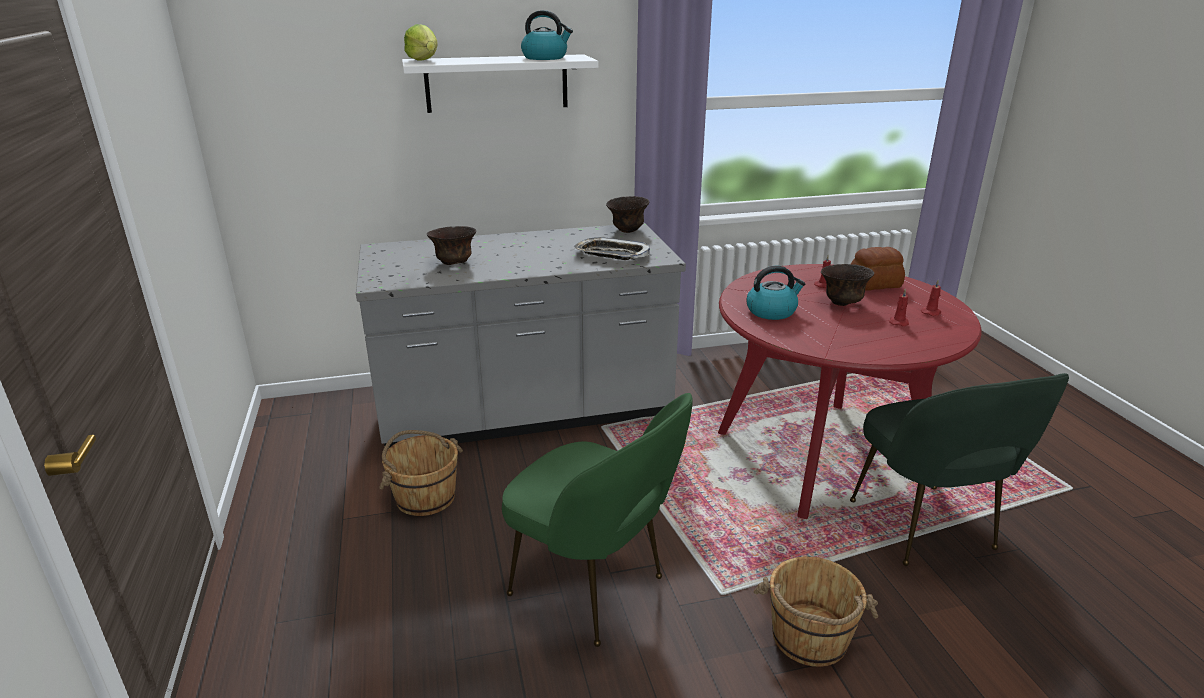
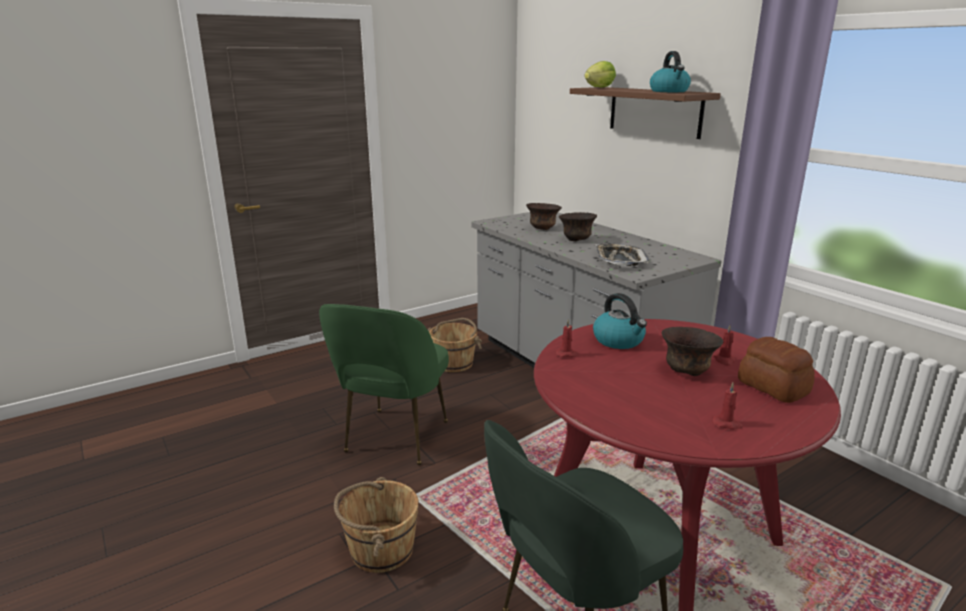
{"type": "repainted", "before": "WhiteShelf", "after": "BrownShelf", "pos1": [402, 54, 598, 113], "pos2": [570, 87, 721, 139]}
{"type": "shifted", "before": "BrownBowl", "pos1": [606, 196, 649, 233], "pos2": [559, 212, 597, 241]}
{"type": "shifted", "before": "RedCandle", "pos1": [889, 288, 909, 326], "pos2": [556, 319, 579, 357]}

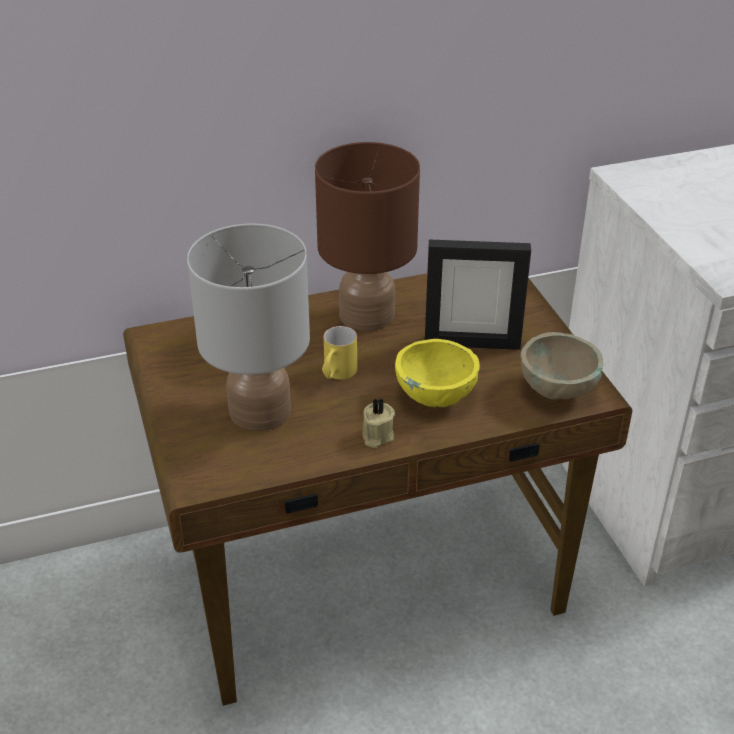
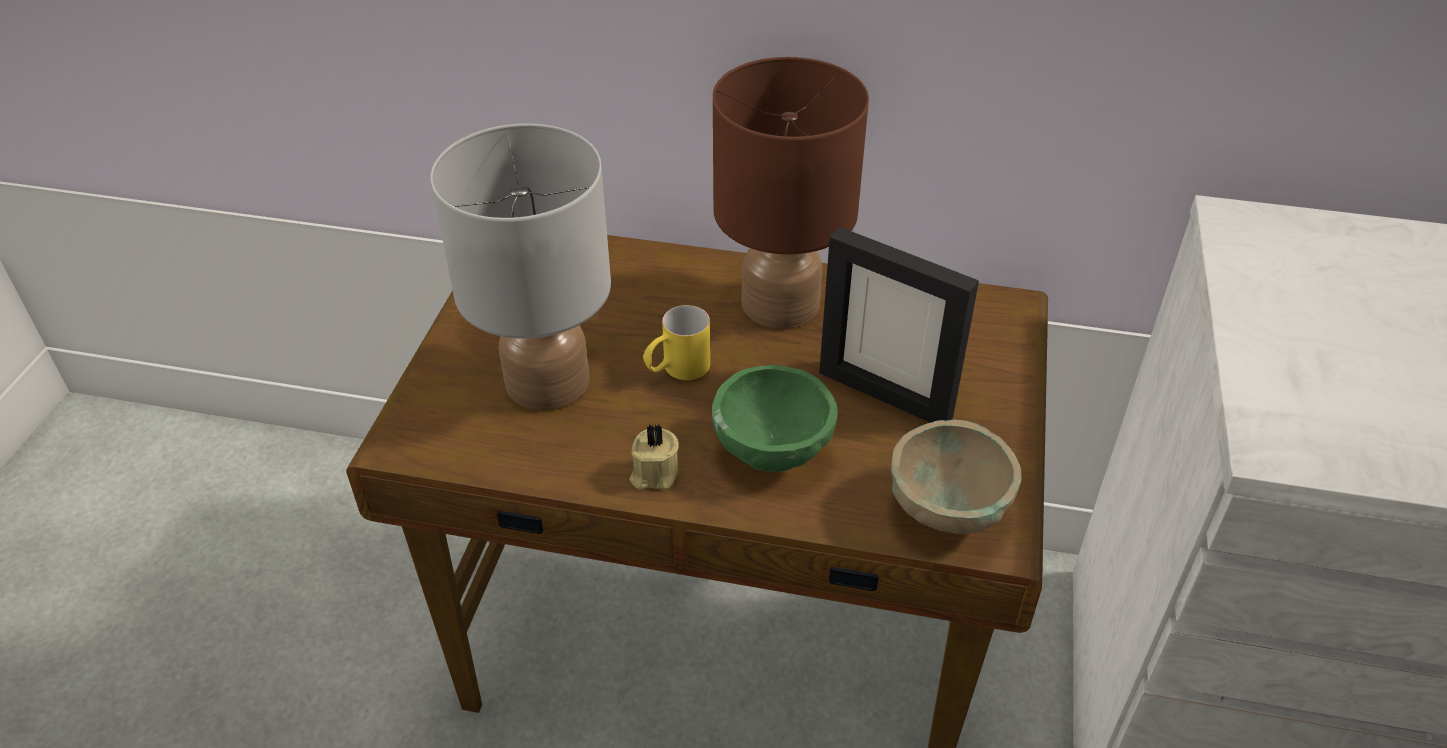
{"type": "repainted", "before": "YellowBowl", "after": "GreenBowl", "pos1": [395, 339, 480, 407], "pos2": [712, 365, 838, 472]}

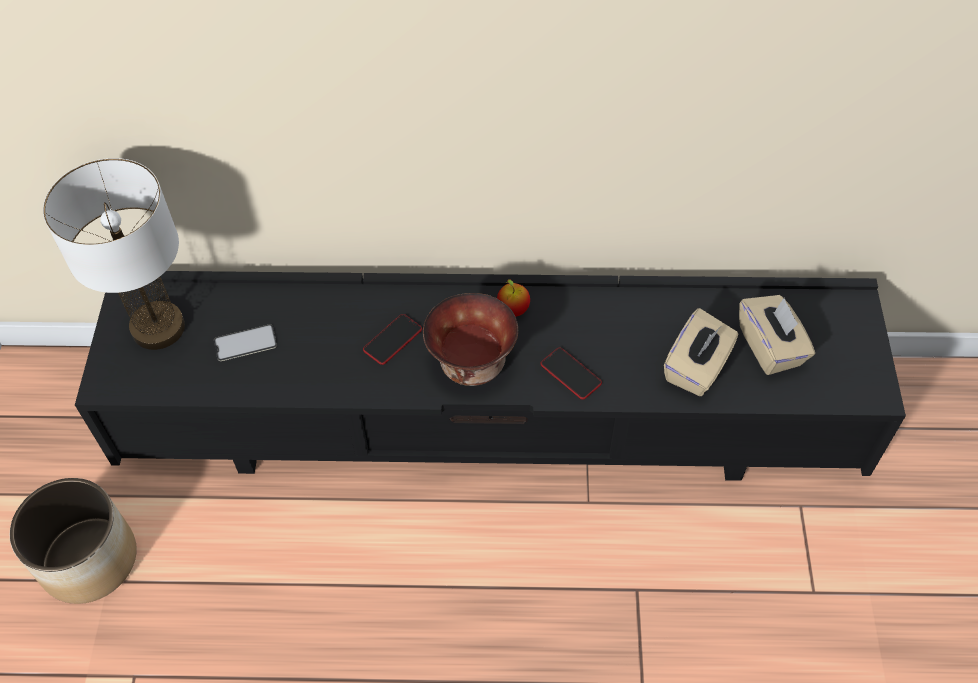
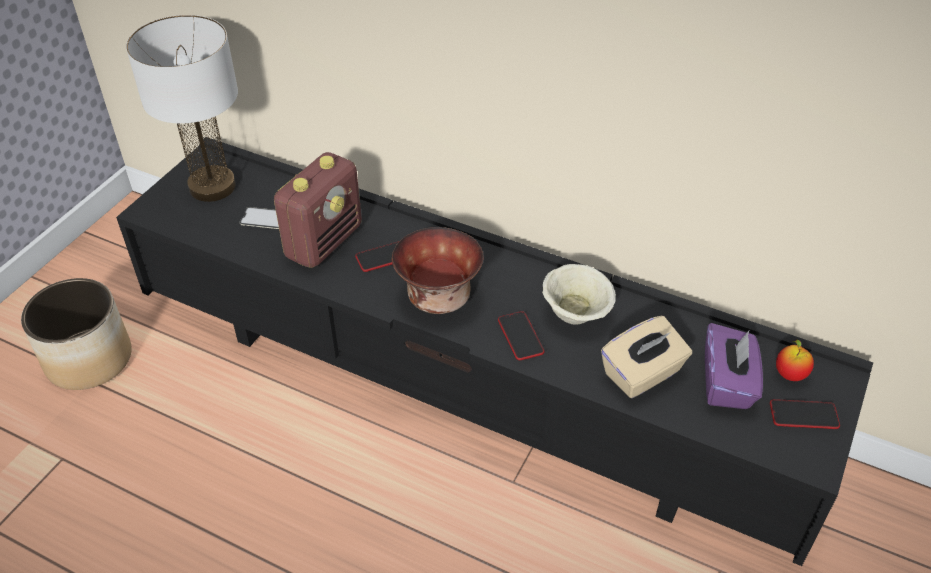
{"type": "shifted", "before": "Apple", "pos1": [497, 279, 530, 317], "pos2": [776, 339, 814, 381]}
{"type": "repainted", "before": "BeigeTissueBox", "after": "PurpleTissueBox", "pos1": [739, 295, 815, 375], "pos2": [705, 323, 763, 409]}
{"type": "new", "after": "Radio", "pos2": [274, 152, 362, 268]}
{"type": "new", "after": "BeigeBowl", "pos2": [542, 264, 616, 325]}
{"type": "new", "after": "Phone", "pos2": [770, 399, 840, 429]}

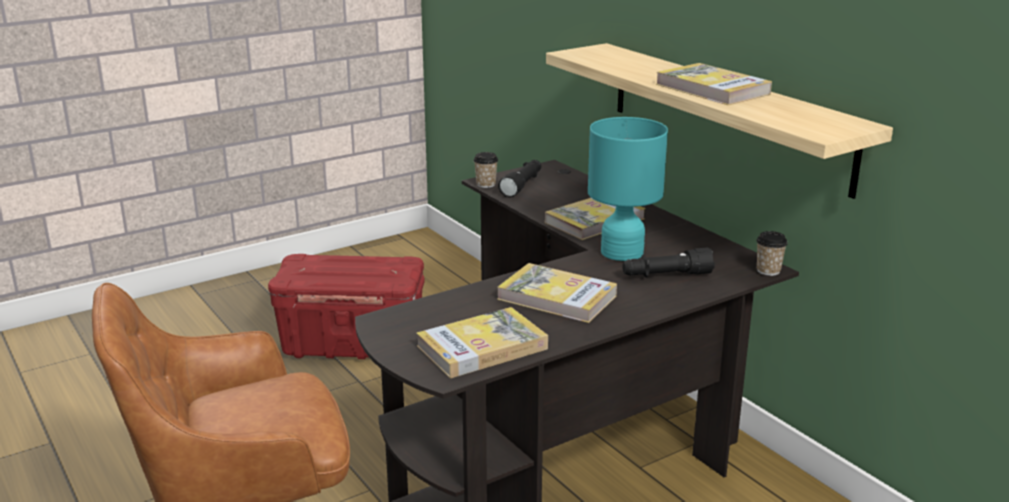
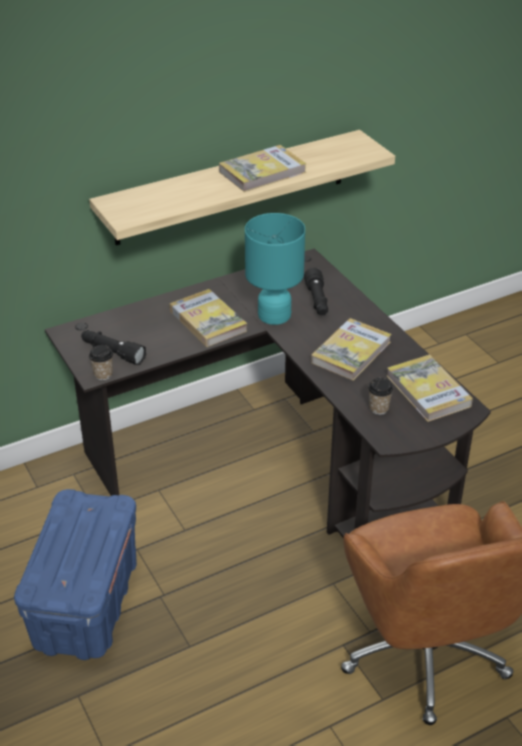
{"type": "repainted", "before": "RedStorageBox", "after": "BlueStorageBox", "pos1": [268, 254, 425, 359], "pos2": [14, 489, 137, 660]}
{"type": "shifted", "before": "Cup", "pos1": [756, 231, 788, 276], "pos2": [368, 378, 393, 415]}

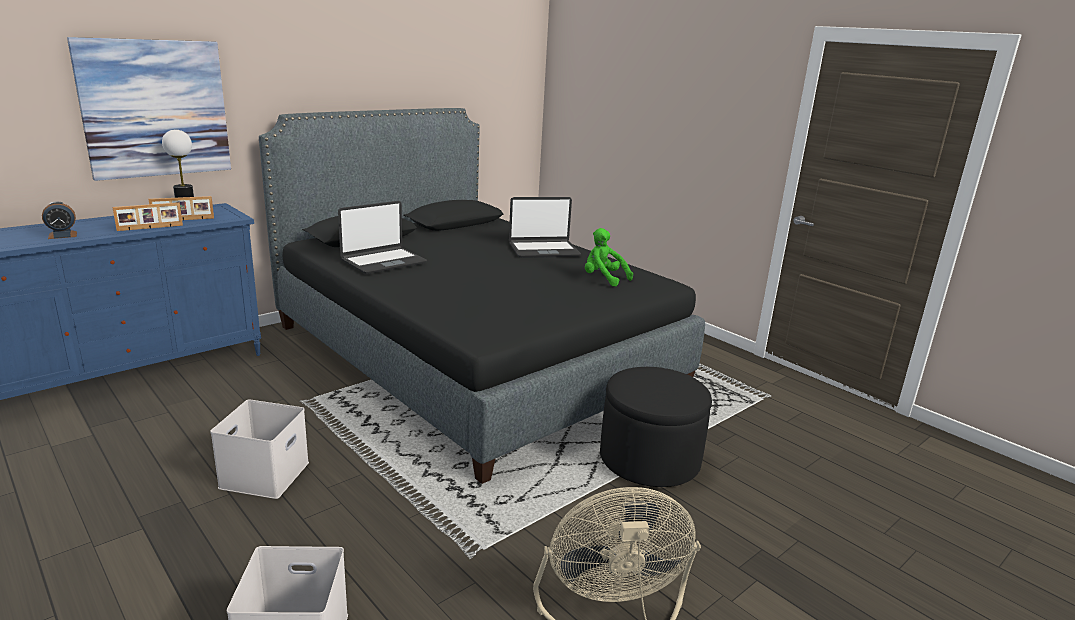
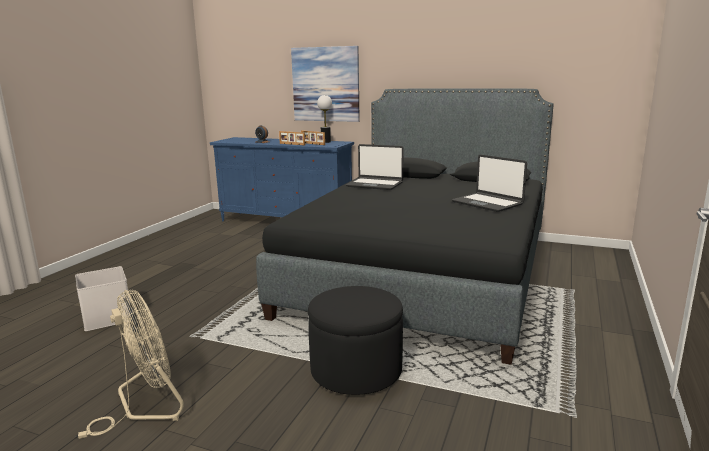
{"type": "gone", "before": "WhiteStorageBox", "pos1": [210, 399, 309, 499]}
{"type": "gone", "before": "GreenPlushToy", "pos1": [585, 228, 633, 287]}

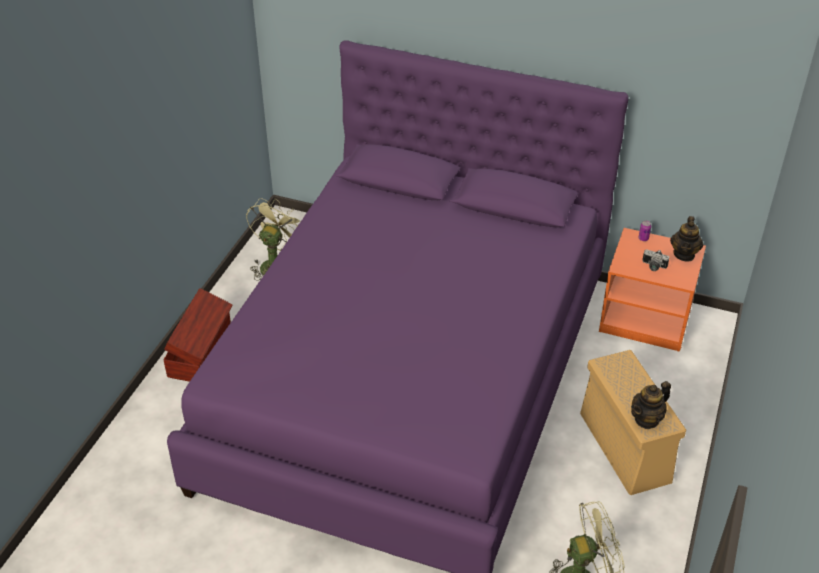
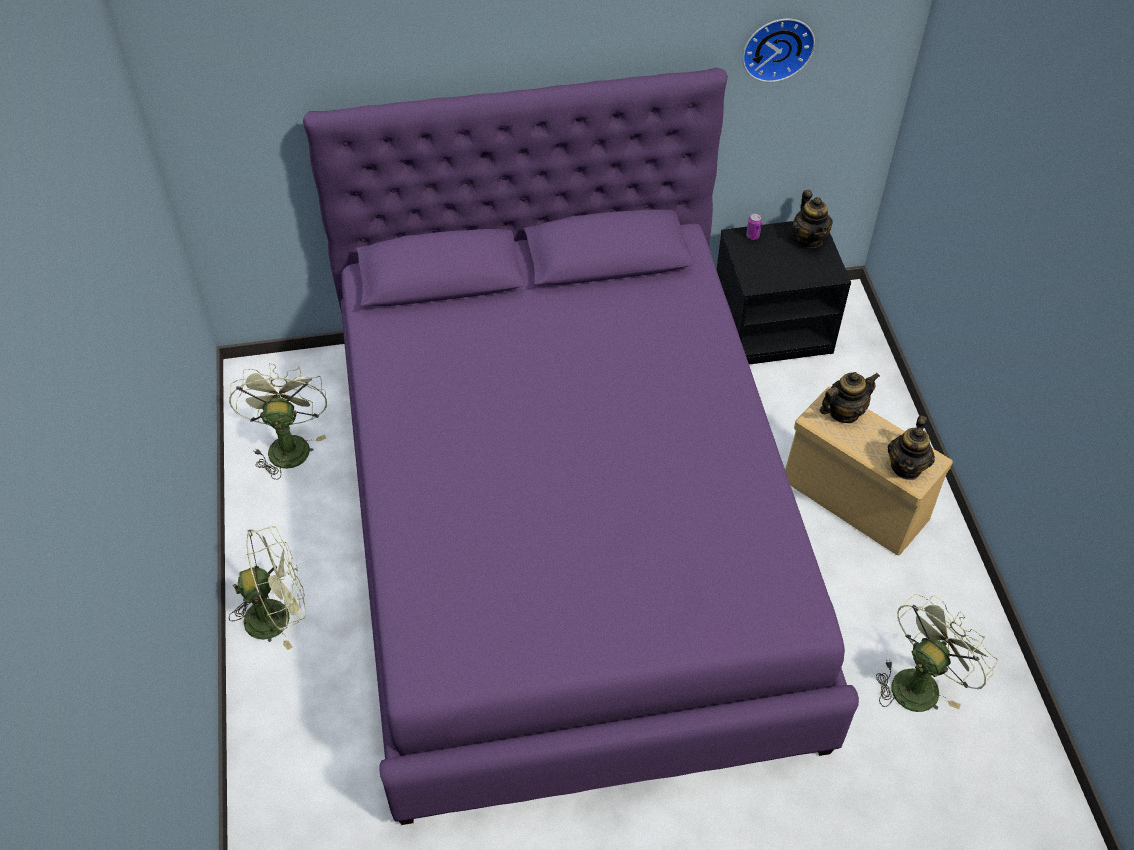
{"type": "swapped", "before": "BrownStorageBox", "after": "GreenFan", "pos1": [164, 288, 232, 382], "pos2": [229, 526, 306, 650]}
{"type": "repainted", "before": "OrangeNightstand", "after": "BlackNightstand", "pos1": [599, 228, 706, 352], "pos2": [716, 221, 851, 365]}
{"type": "gone", "before": "PhotoCamera", "pos1": [642, 249, 669, 271]}
{"type": "new", "after": "WallClock", "pos2": [742, 19, 815, 82]}
{"type": "new", "after": "Teapot", "pos2": [819, 372, 880, 423]}

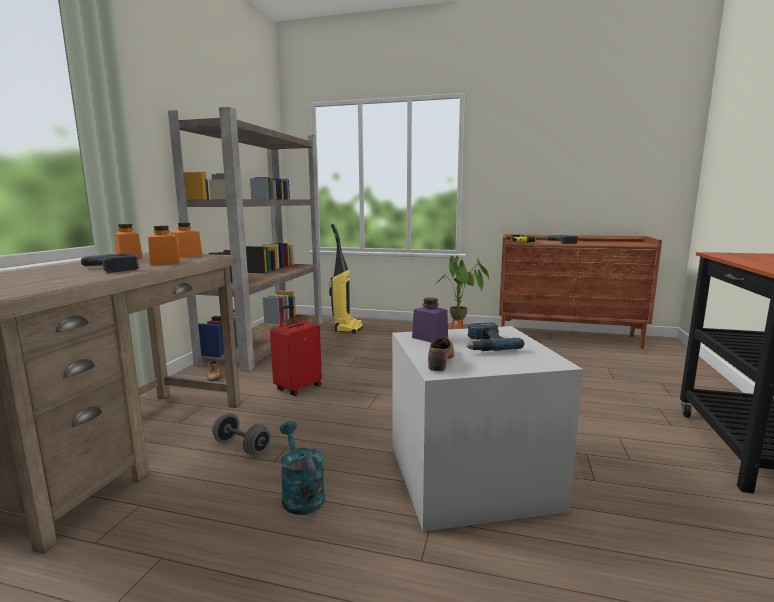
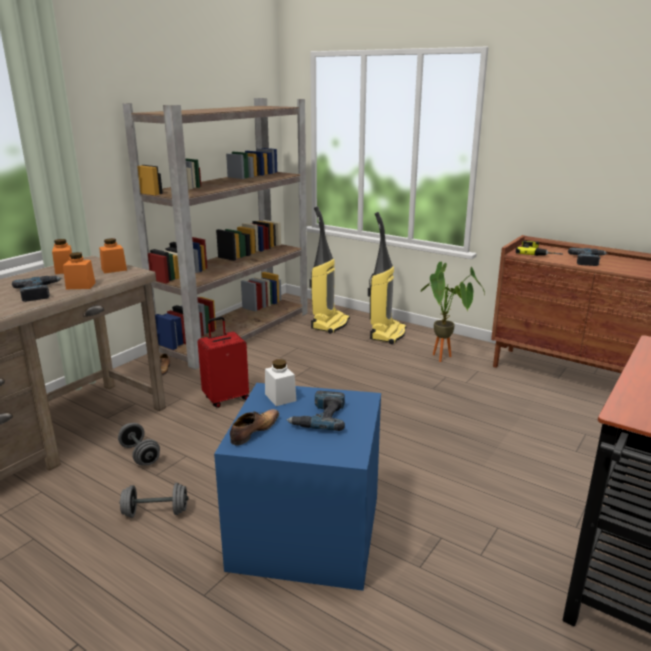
{"type": "swapped", "before": "TurquoiseWateringCan", "after": "GreyDumbbell", "pos1": [280, 421, 325, 515], "pos2": [120, 483, 189, 518]}
{"type": "repainted", "before": "GreyStorageBox", "after": "BlueStorageBox", "pos1": [392, 326, 583, 532], "pos2": [214, 383, 381, 591]}
{"type": "repainted", "before": "PurpleJar", "after": "WhiteJar", "pos1": [412, 298, 448, 343], "pos2": [265, 359, 296, 406]}
{"type": "new", "after": "VacuumCleaner", "pos2": [368, 212, 406, 344]}

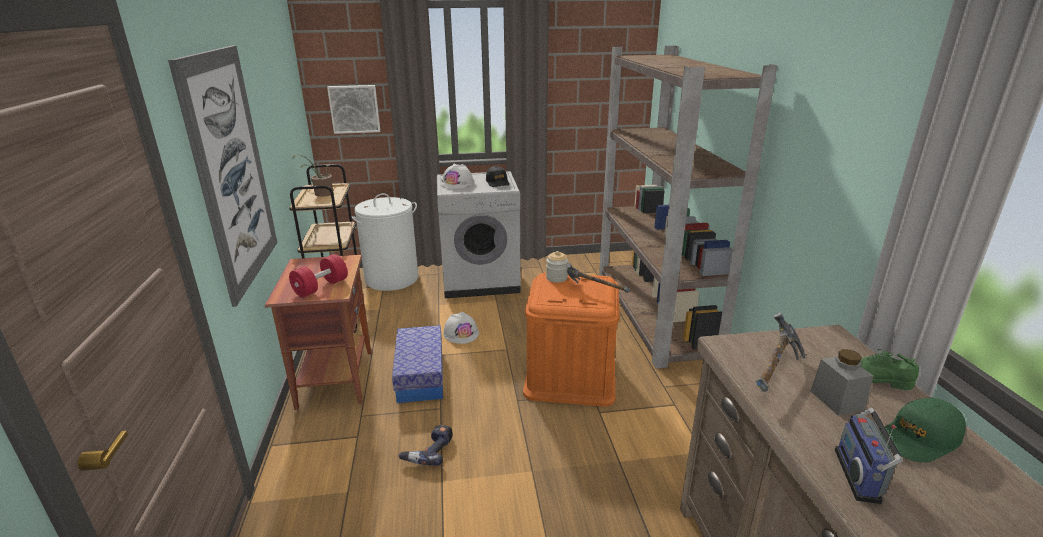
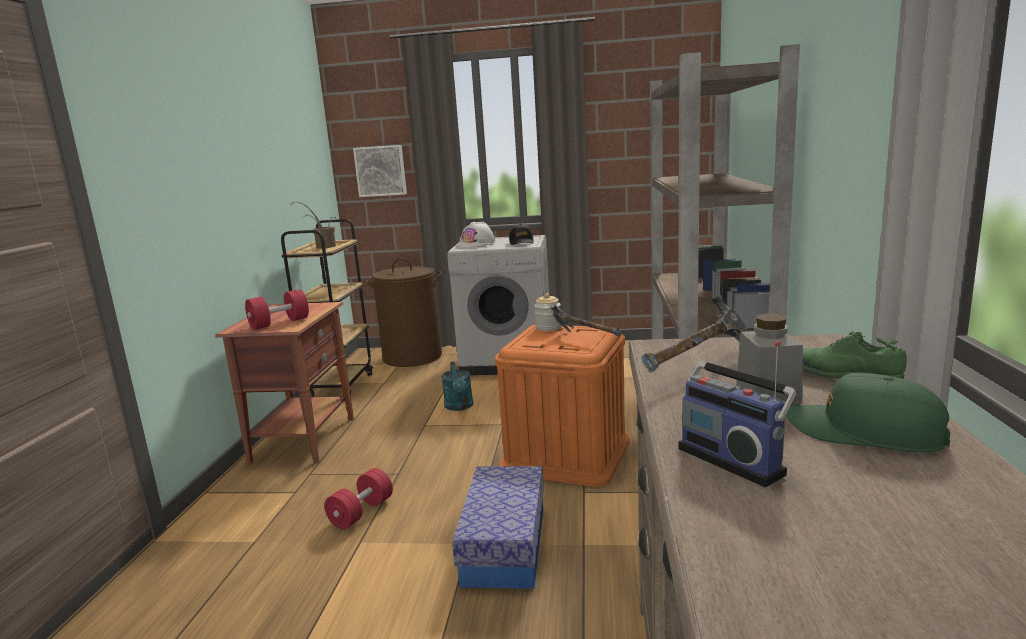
{"type": "gone", "before": "Picture", "pos1": [168, 45, 278, 307]}
{"type": "repainted", "before": "WhiteLaundryBasket", "after": "BrownLaundryBasket", "pos1": [351, 193, 418, 291], "pos2": [365, 258, 442, 367]}
{"type": "shifted", "before": "StorageBox", "pos1": [392, 325, 443, 403], "pos2": [452, 466, 544, 589]}
{"type": "swapped", "before": "PowerDrill", "after": "RedDumbbell", "pos1": [398, 425, 453, 466], "pos2": [324, 468, 393, 529]}
{"type": "swapped", "before": "WhiteHardHat", "after": "TurquoiseWateringCan", "pos1": [443, 312, 479, 344], "pos2": [441, 362, 473, 411]}
{"type": "rotated", "before": "Radio", "pos1": [835, 408, 903, 504], "pos2": [678, 341, 797, 487], "turn": -60}
{"type": "rotated", "before": "GreenCap", "pos1": [880, 398, 966, 463], "pos2": [786, 373, 950, 453], "turn": 45}

